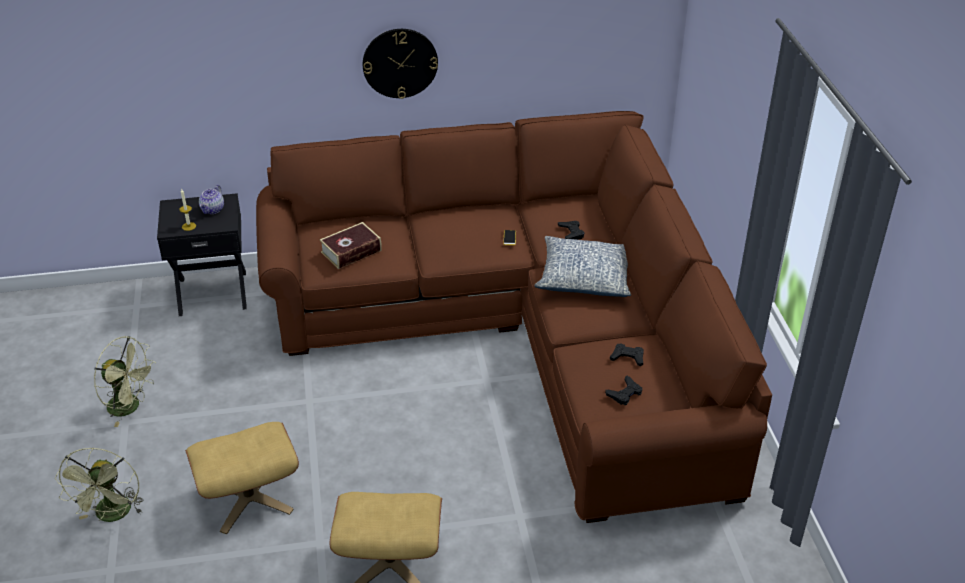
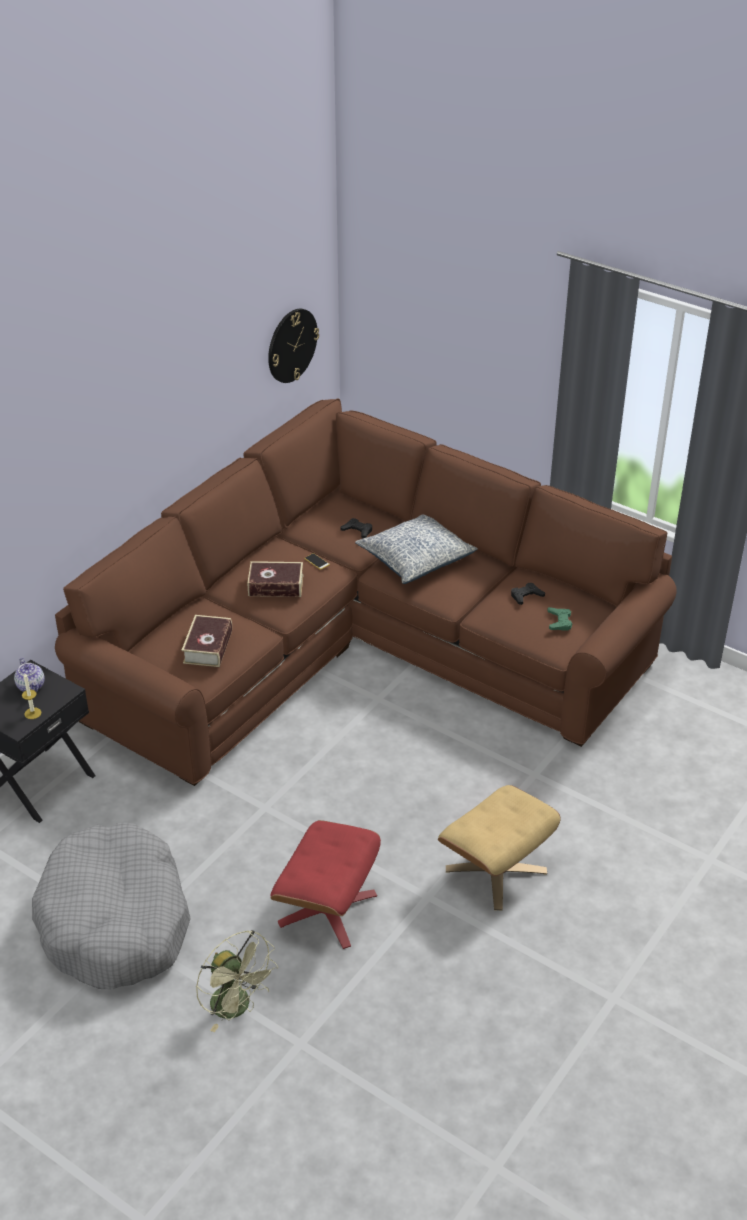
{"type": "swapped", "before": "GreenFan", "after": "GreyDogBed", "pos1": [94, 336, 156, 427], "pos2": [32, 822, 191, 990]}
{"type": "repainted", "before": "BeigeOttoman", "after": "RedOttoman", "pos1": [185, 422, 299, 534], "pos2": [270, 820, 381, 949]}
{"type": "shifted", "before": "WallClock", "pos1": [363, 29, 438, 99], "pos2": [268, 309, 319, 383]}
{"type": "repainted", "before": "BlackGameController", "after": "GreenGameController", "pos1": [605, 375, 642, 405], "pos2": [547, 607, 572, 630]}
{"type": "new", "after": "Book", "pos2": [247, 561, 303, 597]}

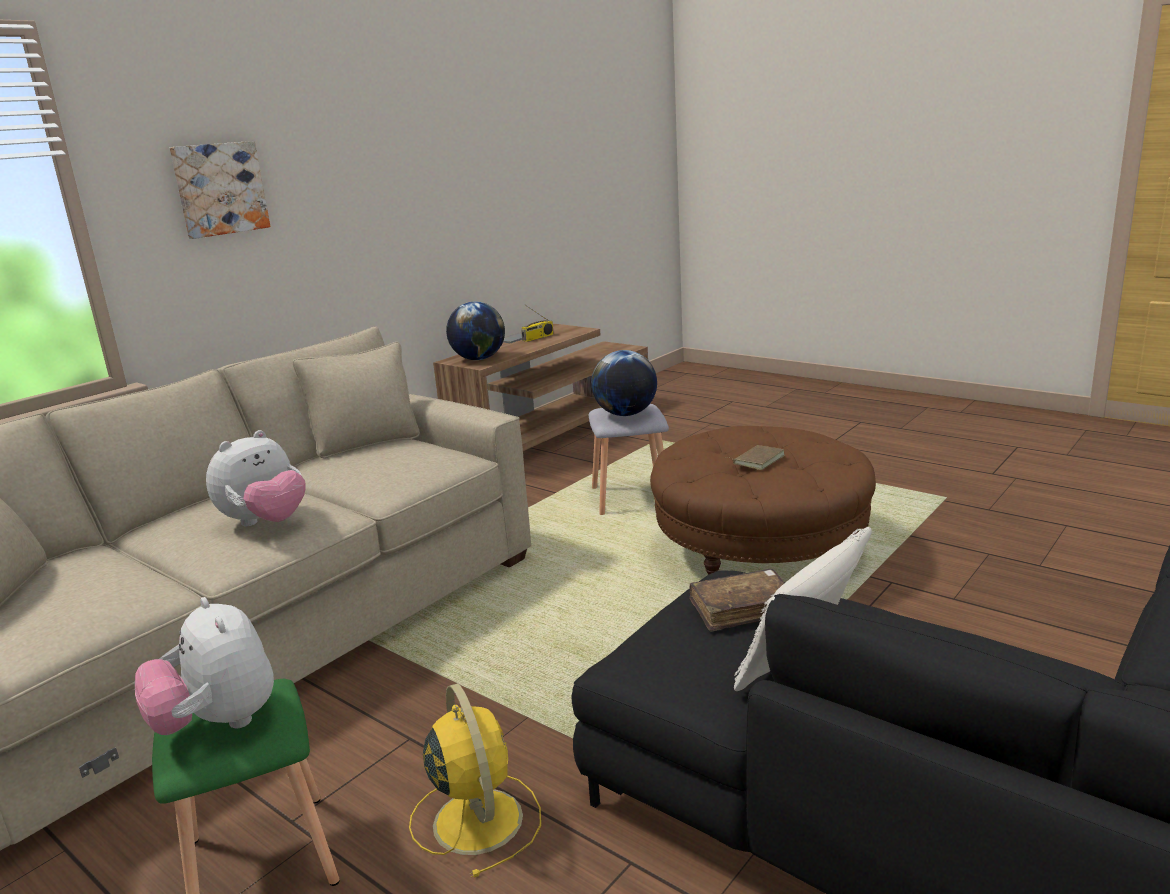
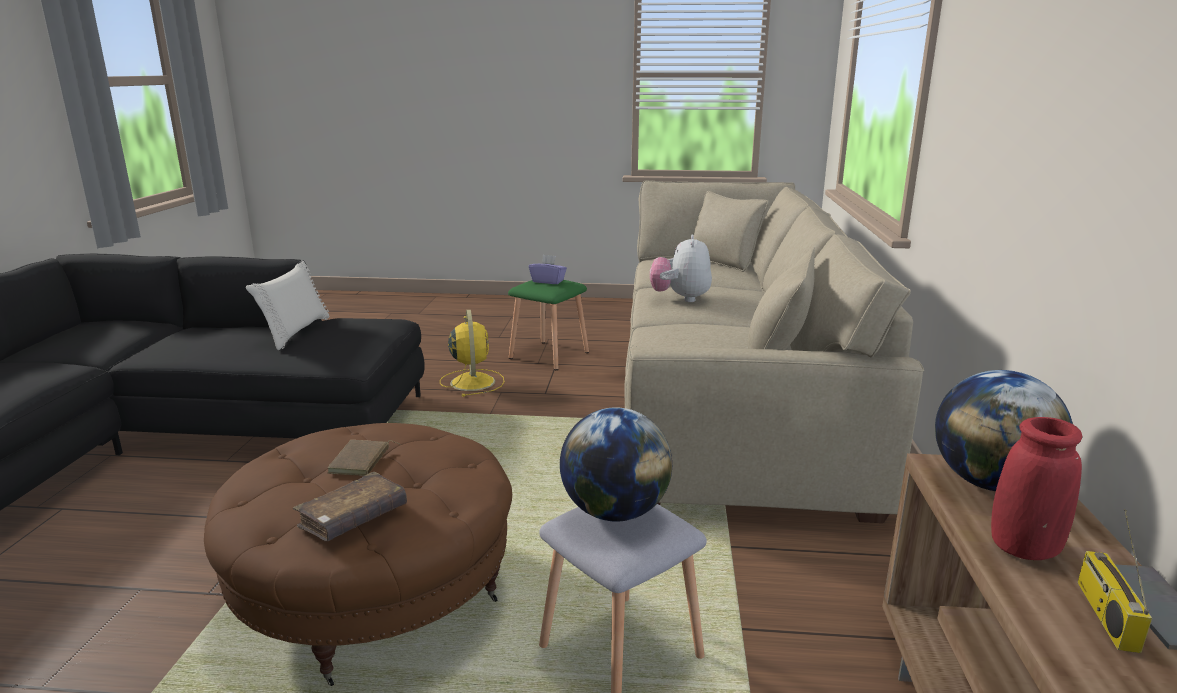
{"type": "swapped", "before": "PlushToy", "after": "PurpleTissueBox", "pos1": [135, 597, 274, 735], "pos2": [529, 255, 567, 284]}
{"type": "gone", "before": "Picture", "pos1": [170, 141, 270, 239]}
{"type": "rotated", "before": "YellowFan", "pos1": [409, 684, 541, 878], "pos2": [440, 310, 505, 397], "turn": -135}
{"type": "shifted", "before": "BrownBook", "pos1": [689, 569, 785, 632], "pos2": [293, 472, 407, 541]}
{"type": "new", "after": "RedVase", "pos2": [991, 417, 1082, 560]}

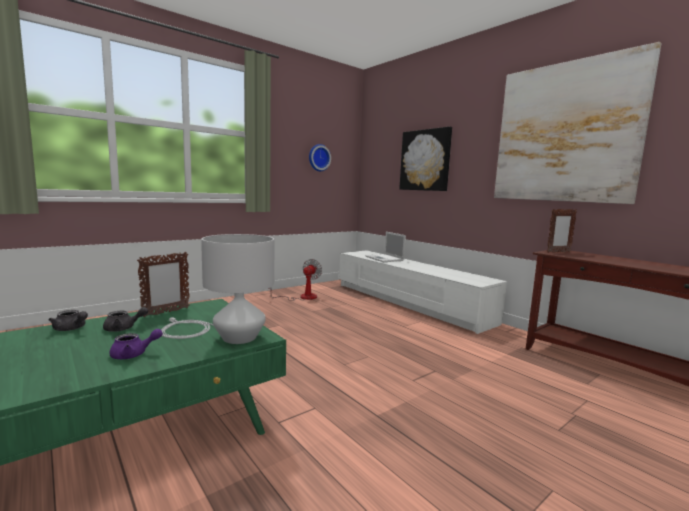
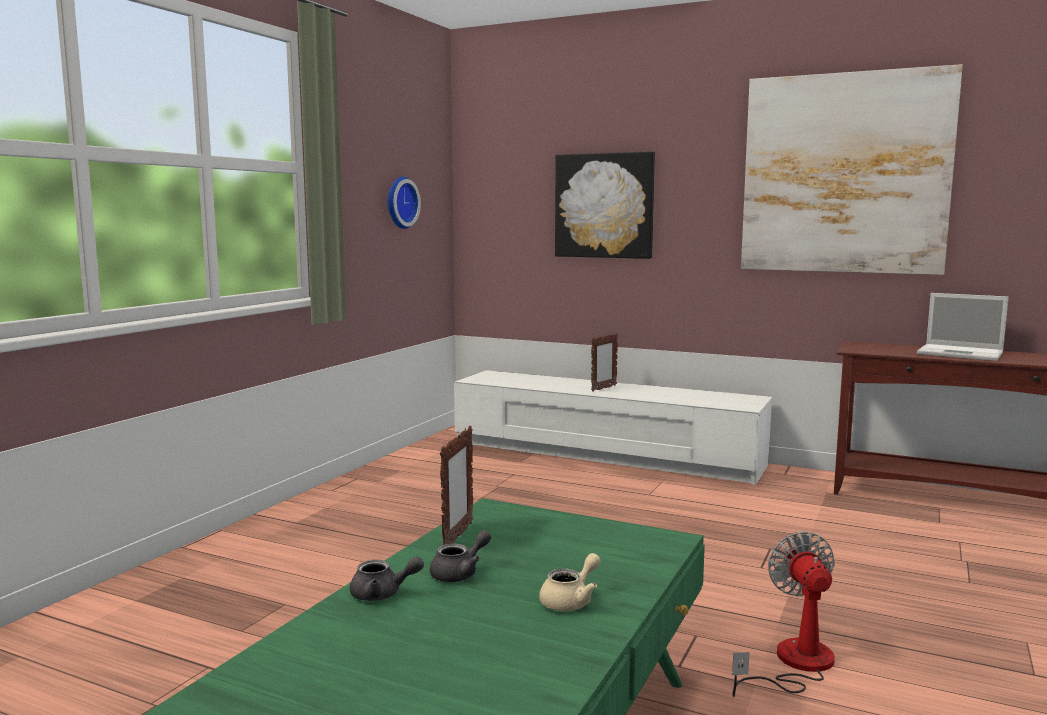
{"type": "repainted", "before": "PurpleTeapot", "after": "BeigeTeapot", "pos1": [109, 329, 163, 359], "pos2": [539, 553, 601, 611]}
{"type": "gone", "before": "WhiteTableLamp", "pos1": [161, 234, 274, 344]}
{"type": "shifted", "before": "Fan", "pos1": [268, 259, 322, 301], "pos2": [732, 531, 835, 697]}
{"type": "shifted", "before": "Laptop", "pos1": [365, 232, 406, 262], "pos2": [917, 293, 1009, 361]}
{"type": "shifted", "before": "PictureFrame", "pos1": [547, 209, 577, 253], "pos2": [591, 333, 618, 392]}

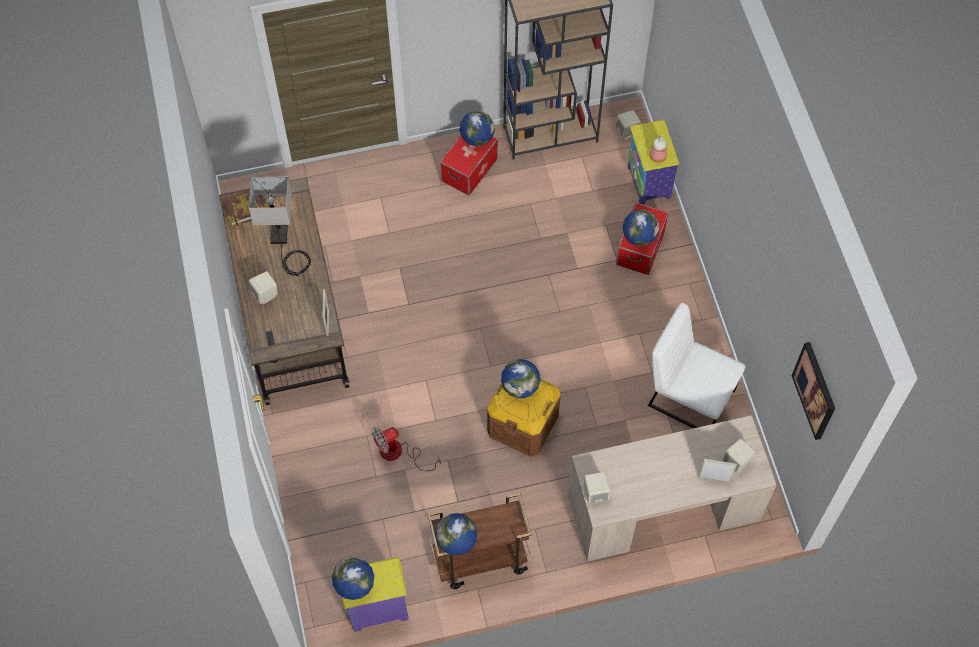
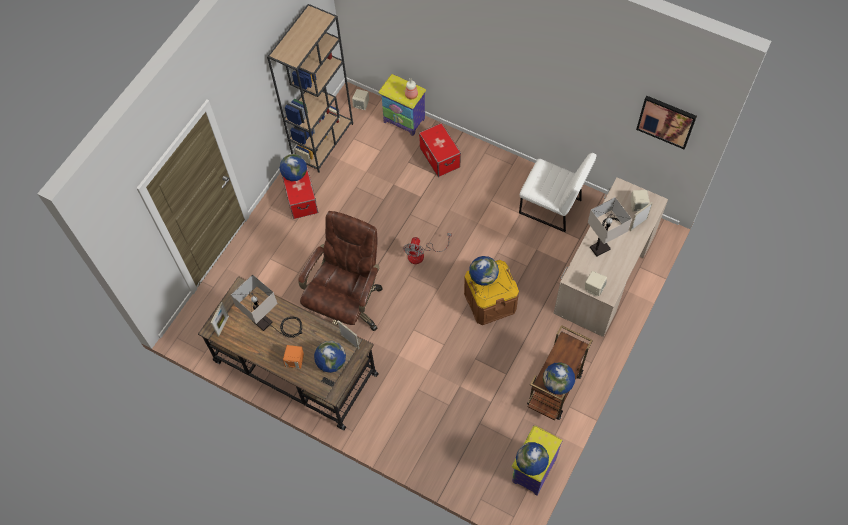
{"type": "swapped", "before": "Book", "after": "PictureFrame", "pos1": [221, 190, 268, 227], "pos2": [211, 302, 229, 337]}
{"type": "repainted", "before": "BeigeSpeaker", "after": "OrangeSpeaker", "pos1": [249, 271, 278, 304], "pos2": [283, 345, 304, 369]}
{"type": "shifted", "before": "Fan", "pos1": [372, 427, 441, 471], "pos2": [403, 233, 452, 264]}
{"type": "shifted", "before": "Globe", "pos1": [623, 210, 659, 246], "pos2": [314, 341, 346, 373]}
{"type": "rotated", "before": "WhiteChair", "pos1": [648, 303, 745, 428], "pos2": [519, 153, 596, 232], "turn": -135}
{"type": "new", "after": "BrownOfficeChair", "pos2": [298, 211, 383, 331]}
{"type": "new", "after": "TableLamp", "pos2": [588, 197, 632, 257]}

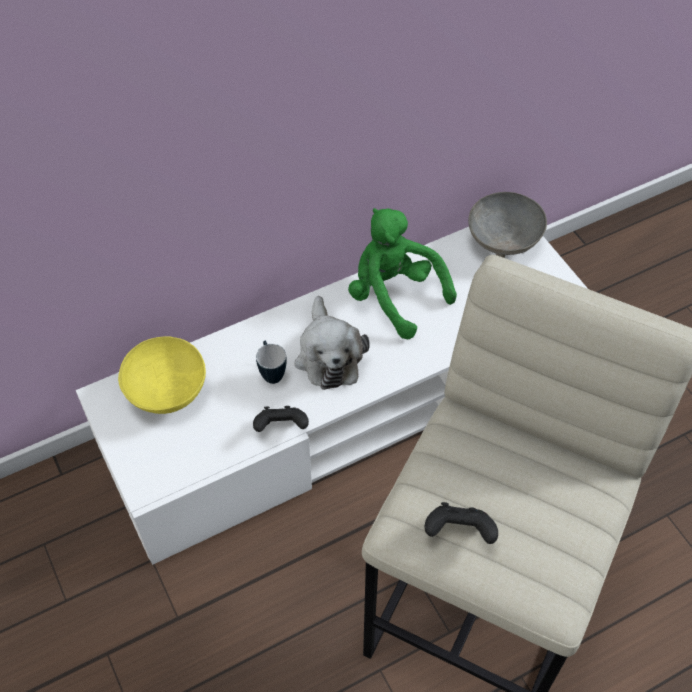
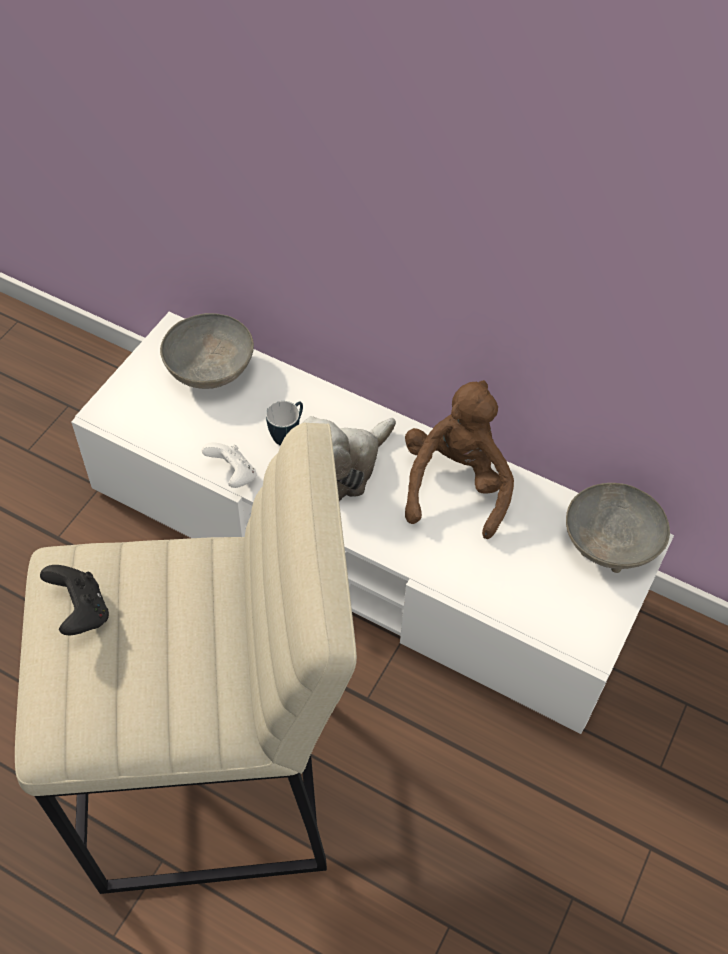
{"type": "repainted", "before": "YellowBowl", "after": "GreyBowl", "pos1": [118, 336, 206, 414], "pos2": [160, 313, 254, 389]}
{"type": "repainted", "before": "BlackGameController", "after": "WhiteGameController", "pos1": [253, 406, 309, 432], "pos2": [202, 442, 257, 488]}
{"type": "repainted", "before": "GreenPlushToy", "after": "BrownPlushToy", "pos1": [348, 208, 457, 340], "pos2": [405, 380, 514, 539]}

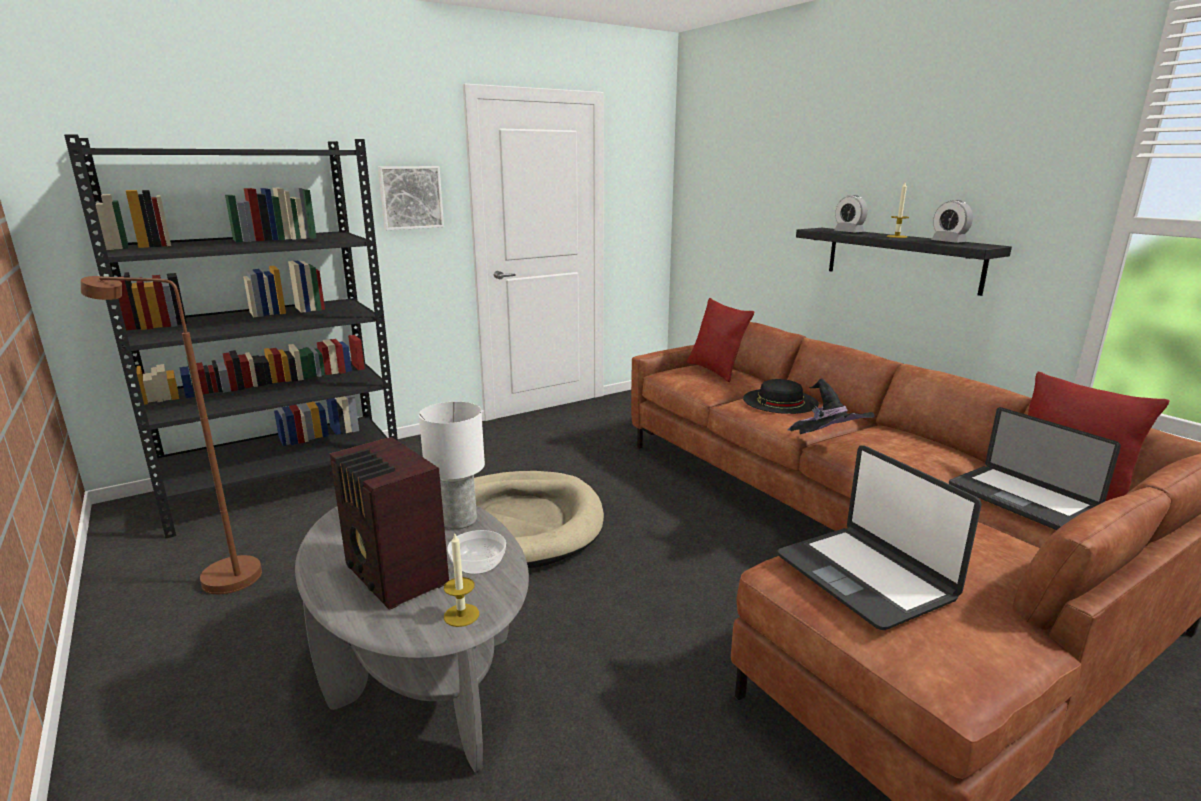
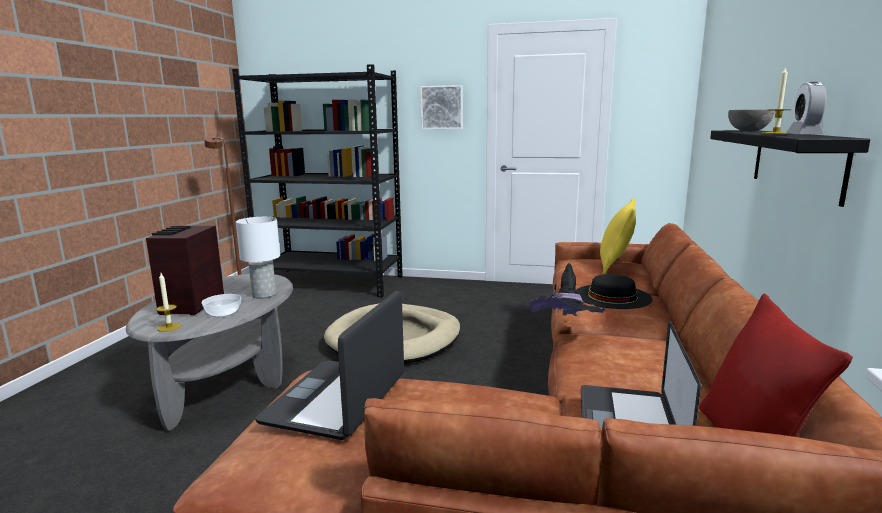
{"type": "repainted", "before": "RedPillow", "after": "YellowPillow", "pos1": [687, 298, 754, 382], "pos2": [600, 198, 635, 274]}
{"type": "swapped", "before": "AlarmClock", "after": "GreyBowl", "pos1": [834, 195, 868, 232], "pos2": [728, 109, 775, 131]}

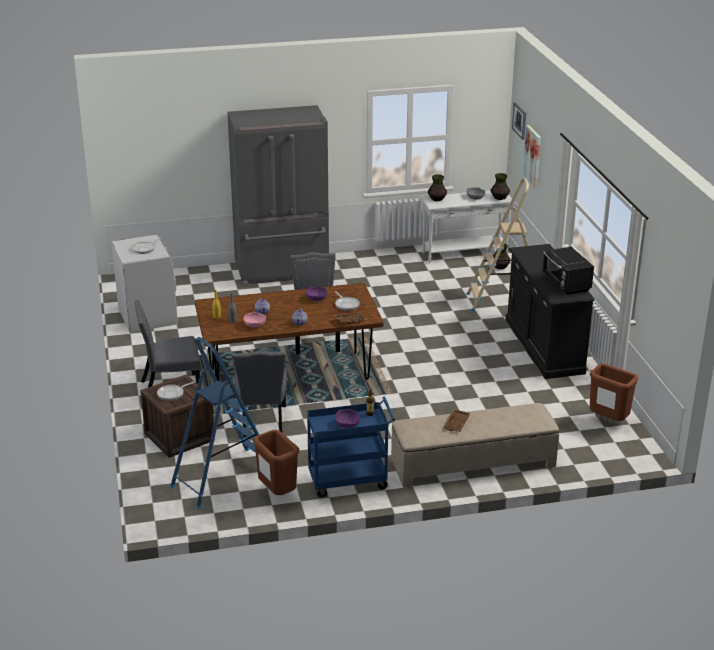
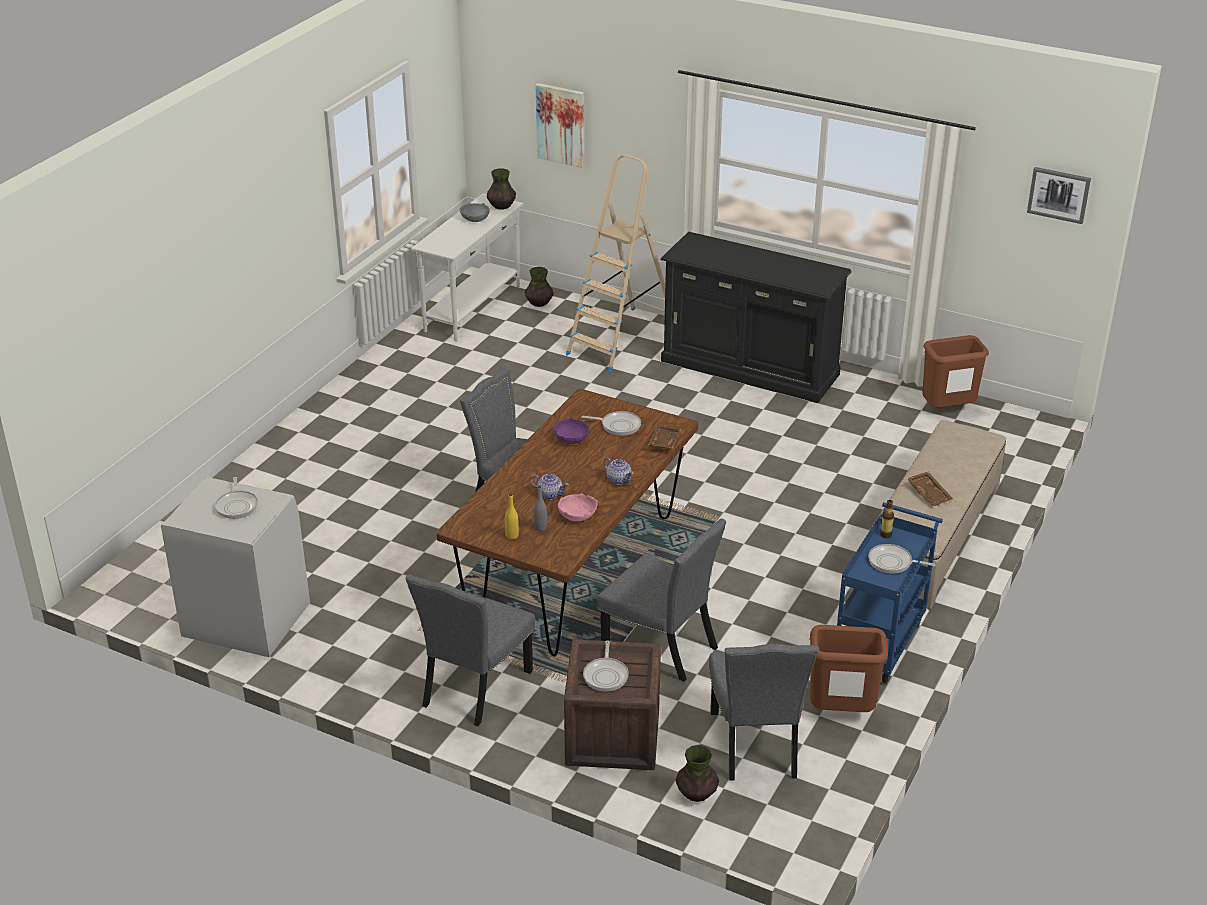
{"type": "swapped", "before": "BlueStepLadder", "after": "GreyChair", "pos1": [170, 337, 259, 509], "pos2": [709, 644, 819, 781]}
{"type": "gone", "before": "GreyFridge", "pos1": [227, 105, 329, 286]}
{"type": "swapped", "before": "PurpleBowl", "after": "FryingPan", "pos1": [335, 409, 360, 428], "pos2": [868, 544, 936, 574]}
{"type": "shifted", "before": "Vase", "pos1": [428, 174, 447, 201], "pos2": [676, 745, 719, 802]}
{"type": "shifted", "before": "Picture", "pos1": [512, 102, 526, 140], "pos2": [1027, 167, 1091, 224]}
{"type": "gone", "before": "BlackMicrowave", "pos1": [543, 247, 594, 295]}

